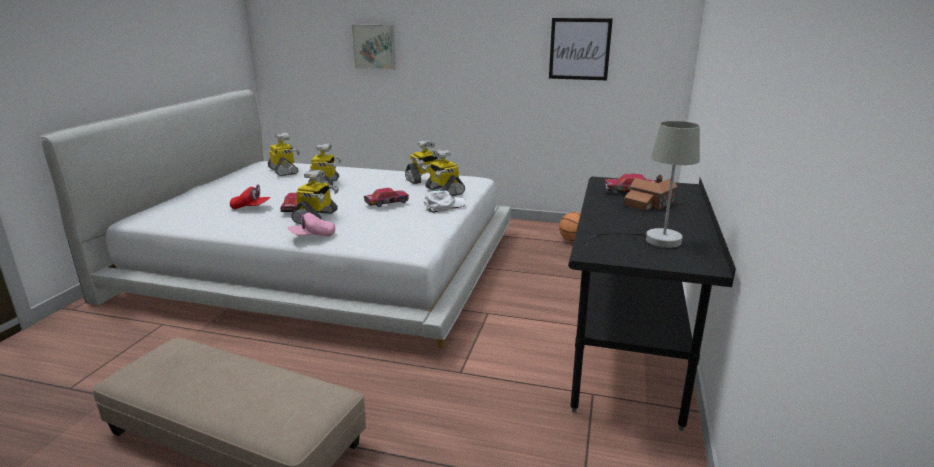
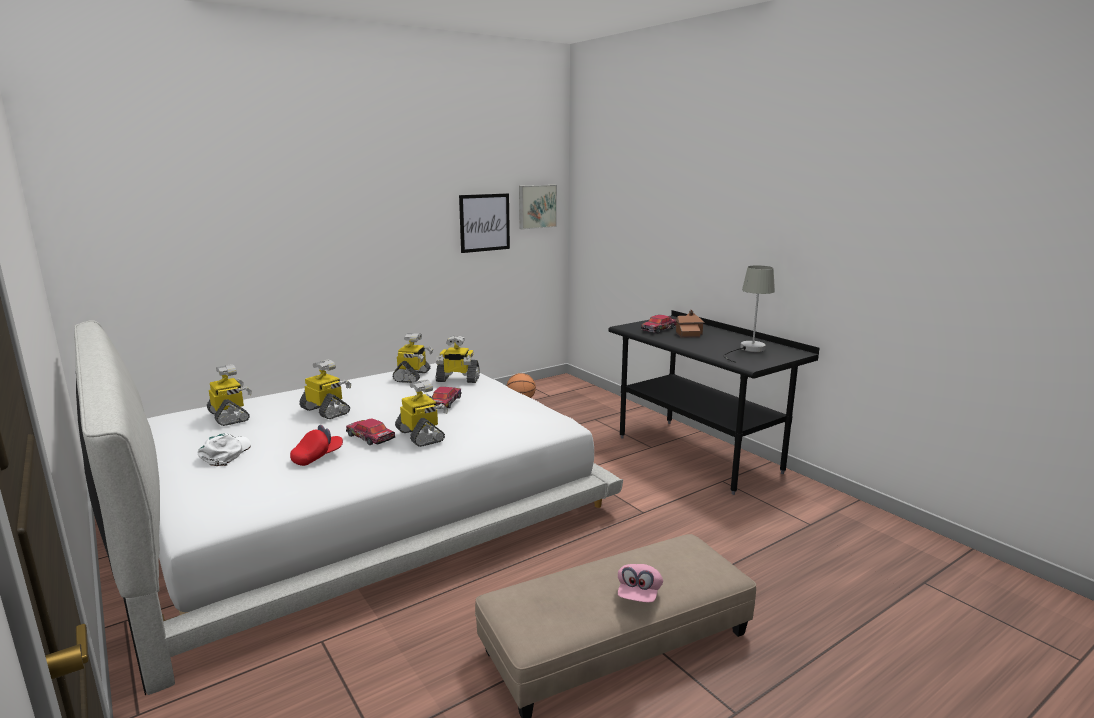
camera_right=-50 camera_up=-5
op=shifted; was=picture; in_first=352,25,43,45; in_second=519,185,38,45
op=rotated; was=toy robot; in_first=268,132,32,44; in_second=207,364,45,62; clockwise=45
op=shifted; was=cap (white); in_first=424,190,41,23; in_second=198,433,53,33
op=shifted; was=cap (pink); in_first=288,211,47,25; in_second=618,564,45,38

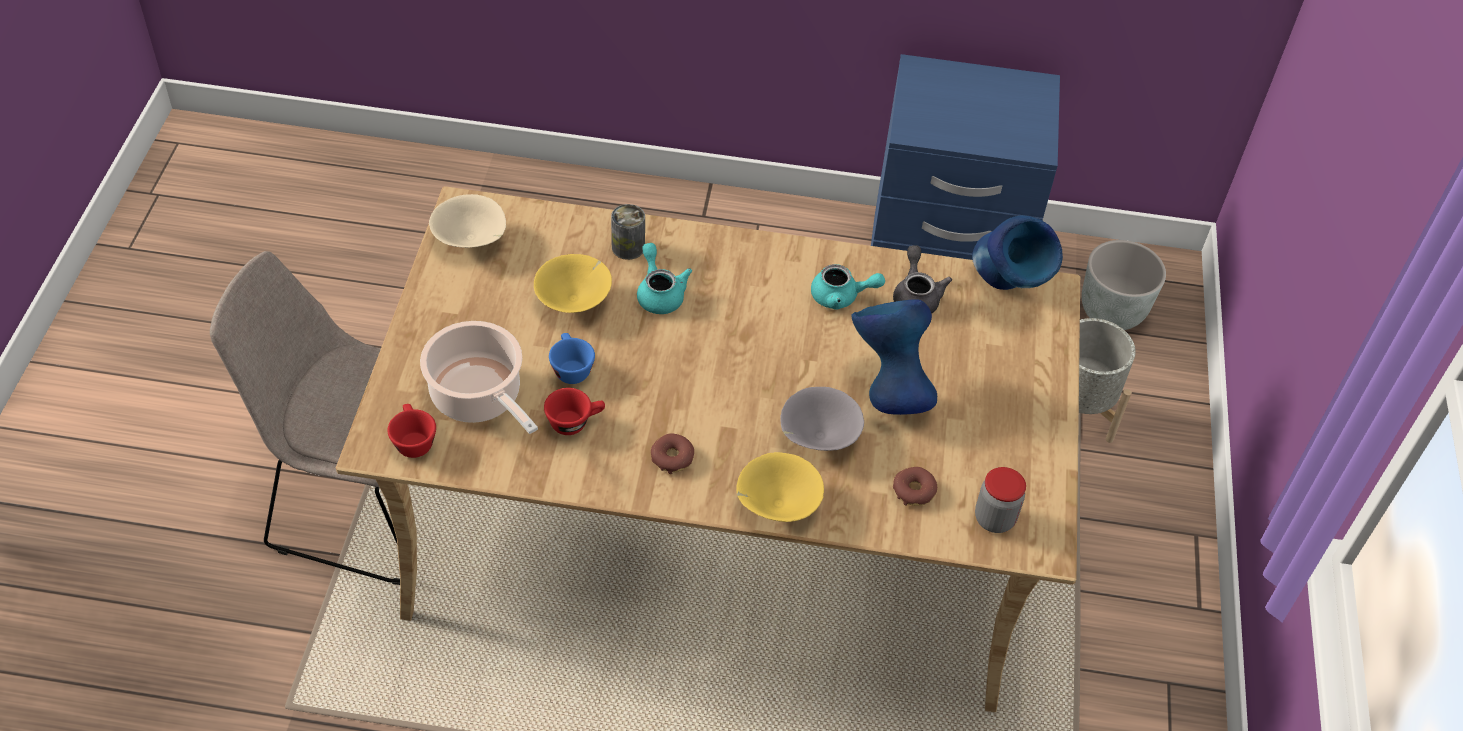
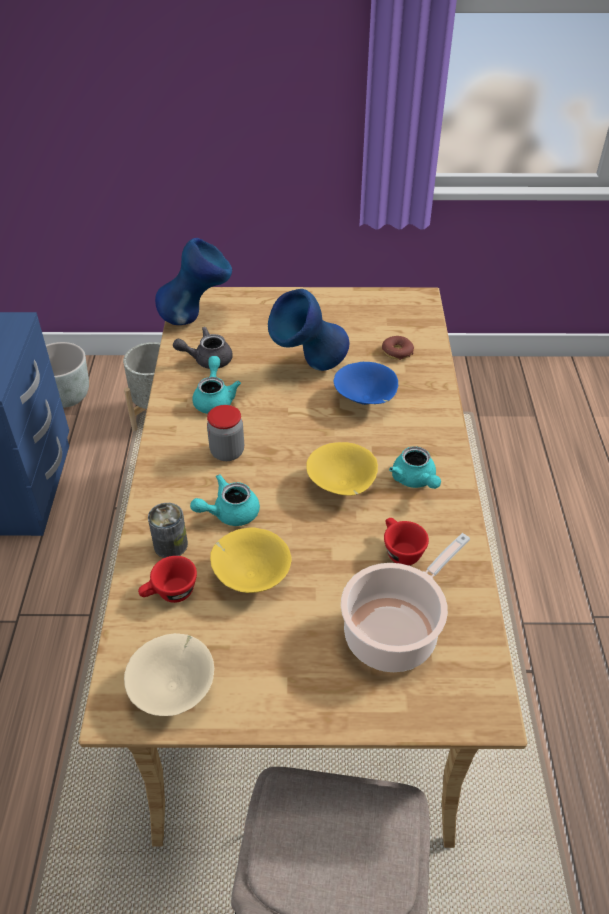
camera_right=-95 camera_up=-5
op=gone; was=cup (blue); in_first=549,333,46,51
op=repainted; was=bowl (grey); now=bowl (blue); in_first=780,387,84,64; in_second=334,362,64,43
op=shifted; was=cup (red); in_first=387,404,49,54; in_second=138,556,59,47
op=swapped; was=donut; now=teapot (turquoise); in_first=651,433,43,41; in_second=389,446,52,43
op=shifted; was=bowl (yellow); in_first=736,452,88,70; in_second=306,442,72,53
op=shifted; was=jar; in_first=975,467,51,66; in_second=207,405,37,56

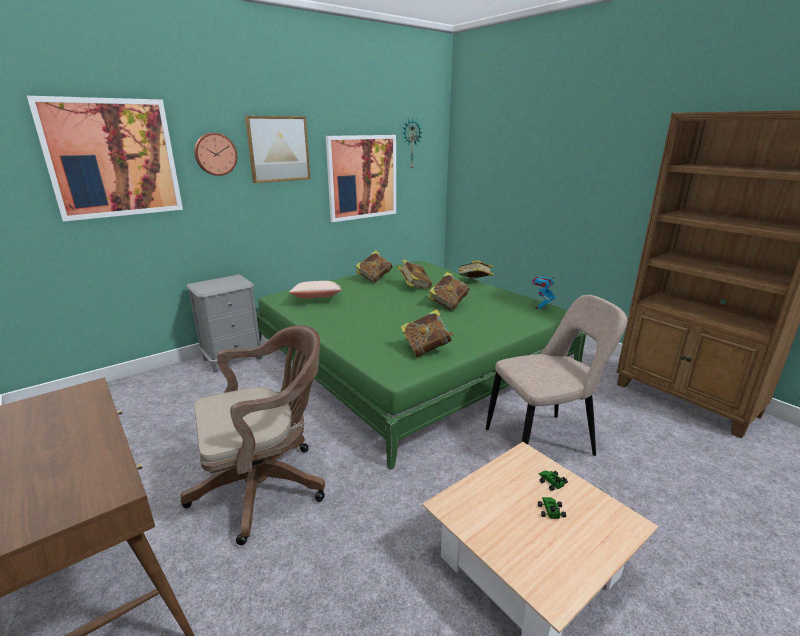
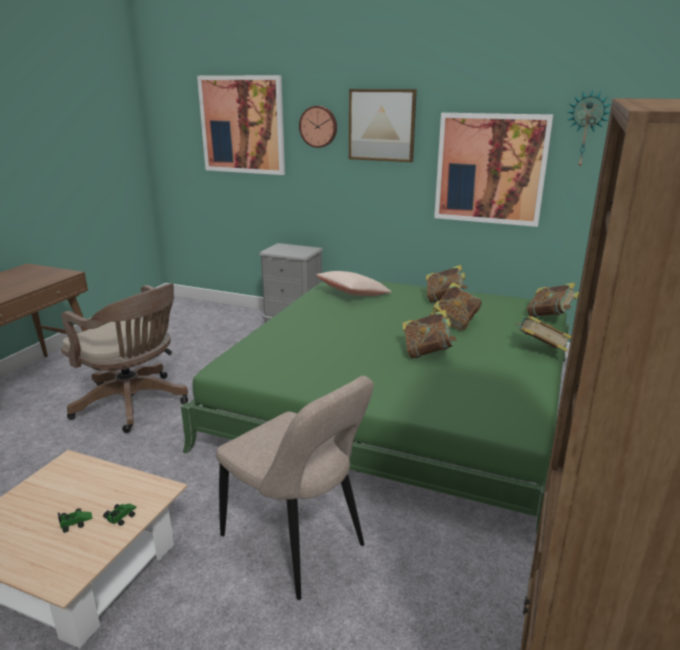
camera_right=60 camera_up=0
op=gone; was=toy robot; in_first=532,275,24,35
op=shifted; was=book; in_first=400,309,54,48; in_second=527,283,52,34

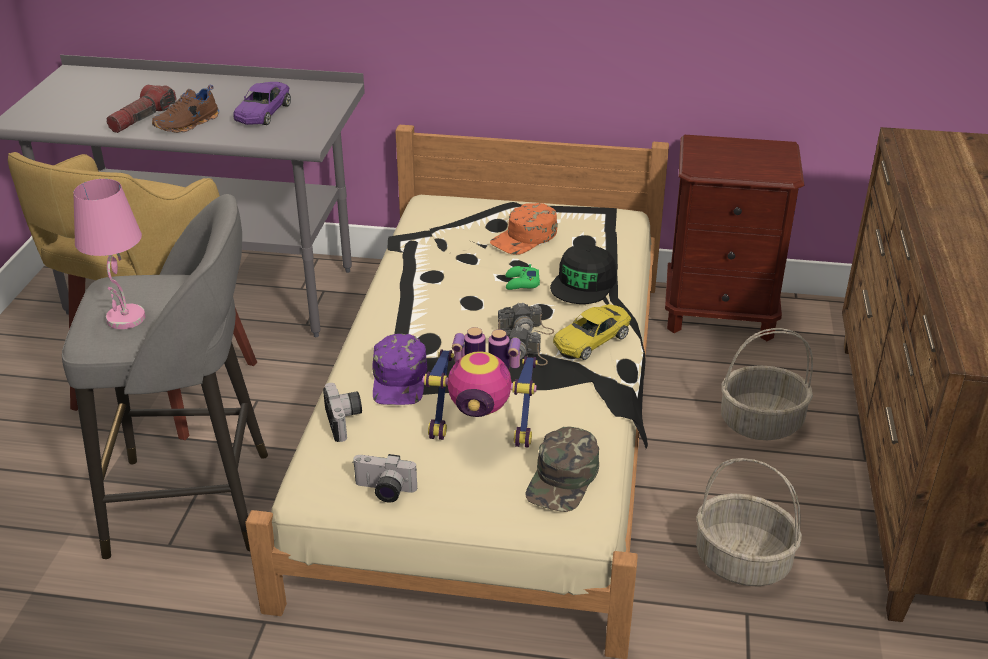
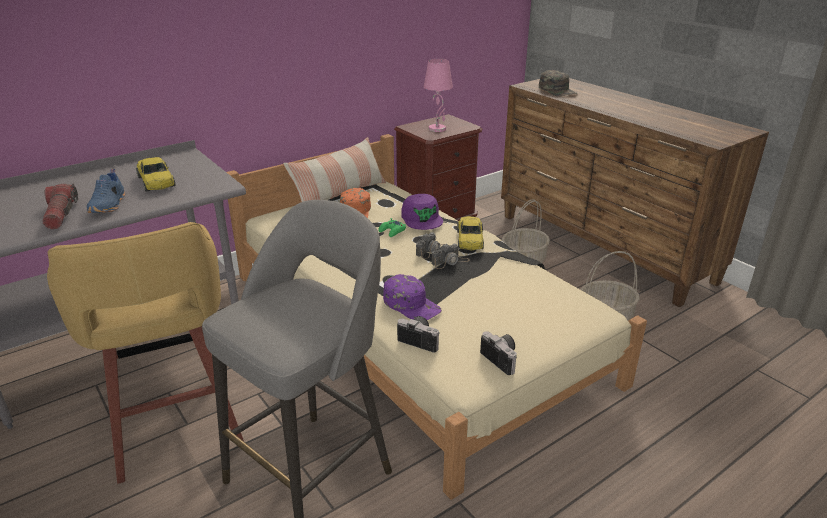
camera_right=-45 camera_up=-5
op=repainted; was=toy car (purple); now=toy car (yellow); in_first=233,82,58,43; in_second=136,157,40,34
op=repainted; was=shoe (brown); now=shoe (blue); in_first=152,85,67,48; in_second=87,169,38,44
op=shifted; was=table lamp (pink); in_first=73,179,72,150; in_second=424,59,29,73
op=repainted; was=cap (black); now=cap (purple); in_first=550,244,67,60; in_second=401,194,42,36
op=gone; was=toy robot; in_first=423,327,115,121
op=shifted; was=cap (green); in_first=525,426,74,86; in_second=539,70,39,26
op=rotated; was=photo camera; in_first=352,454,65,49; in_second=480,331,37,44; clockwise=-90
op=new; now=pillow; in_second=283,137,103,65

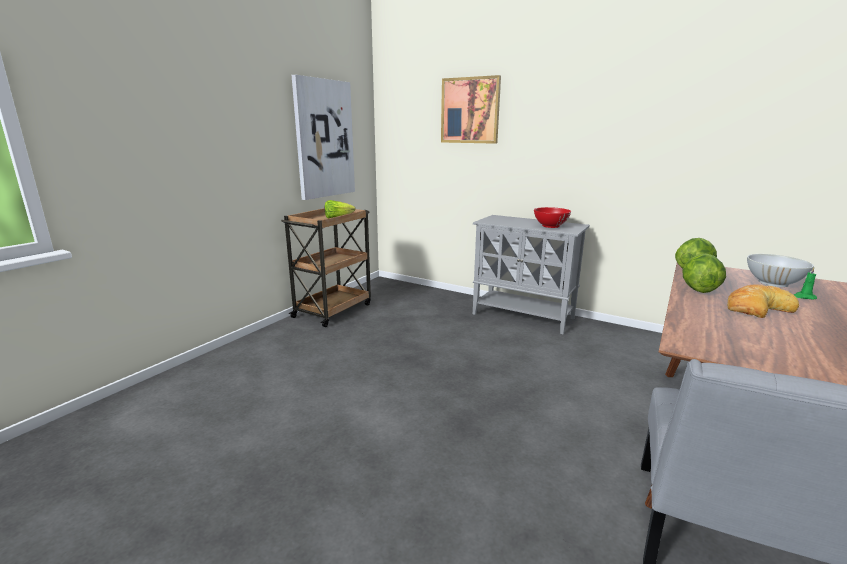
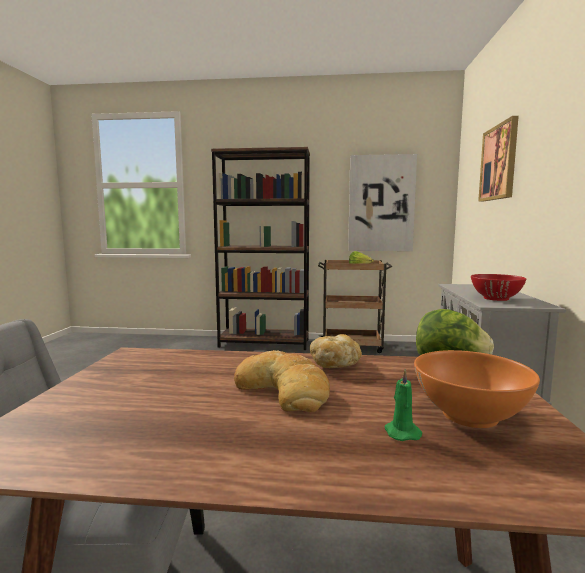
camera_right=65 camera_up=-10
op=swapped; was=lettuce; now=bread; in_first=682,253,44,40; in_second=310,334,52,34
op=repainted; was=bowl (white); now=bowl (orange); in_first=747,254,67,33; in_second=414,350,126,78
op=new; now=bookcase (brown); in_second=211,147,99,203

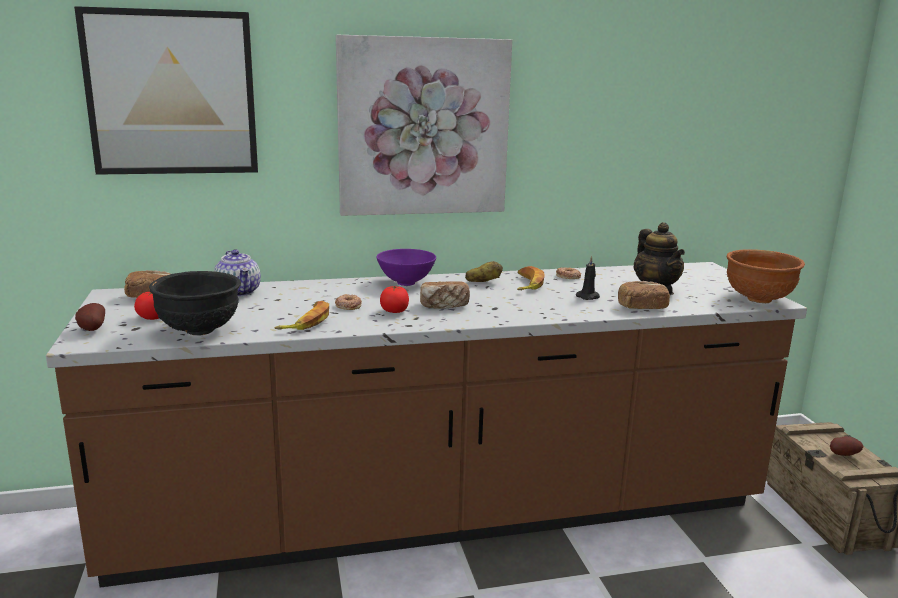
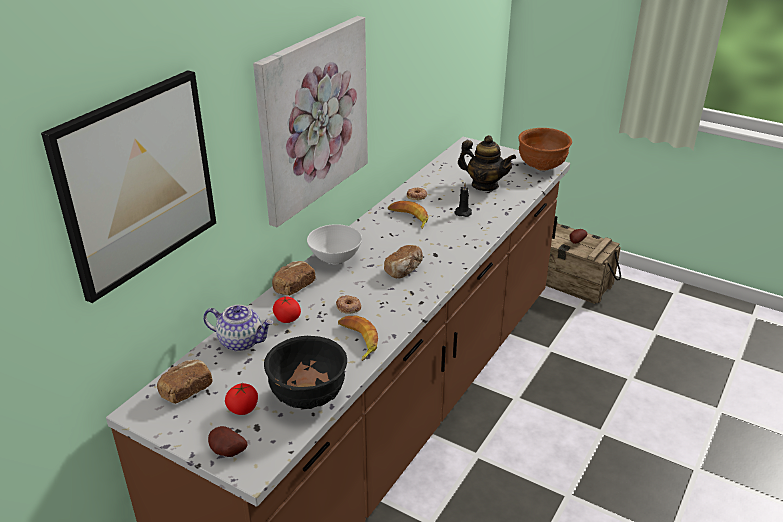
camera_right=-45 camera_up=15
op=repainted; was=bowl (purple); now=bowl (white); in_first=376,249,60,37; in_second=307,224,55,41
op=gone; was=potato; in_first=465,261,38,21
op=shifted; was=bread; in_first=618,281,52,28; in_second=272,261,44,35
op=shifted; was=tomato; in_first=380,286,29,27; in_second=273,297,28,26

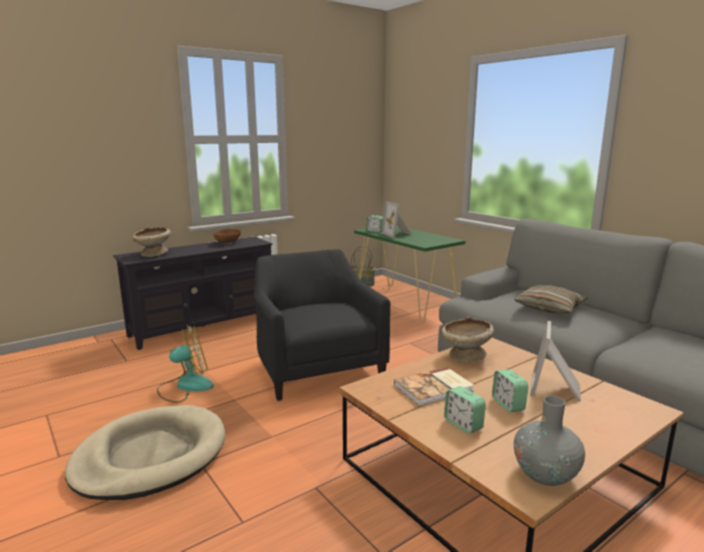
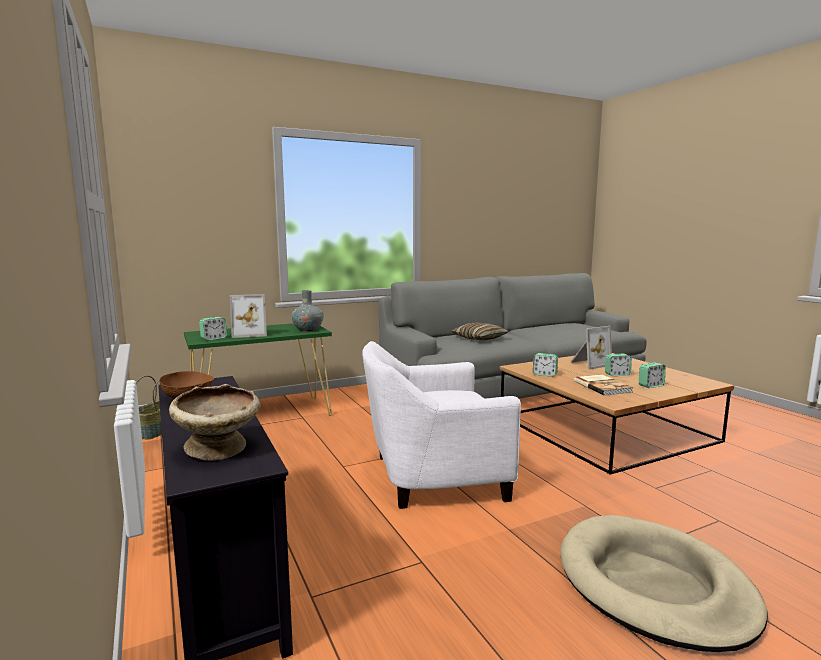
camera_right=-80 camera_up=-5
op=repainted; was=armchair (black); now=armchair (white); in_first=254,249,137,152; in_second=362,341,159,168
op=swapped; was=bowl (beige); now=alarm clock; in_first=441,316,53,47; in_second=533,353,25,24
op=rotated; was=picture frame; in_first=530,321,51,81; in_second=570,326,42,44; clockwise=-60
op=gone; was=fan; in_first=157,325,57,78
op=shifted; was=vase (grey); in_first=514,396,71,90; in_second=292,290,32,41

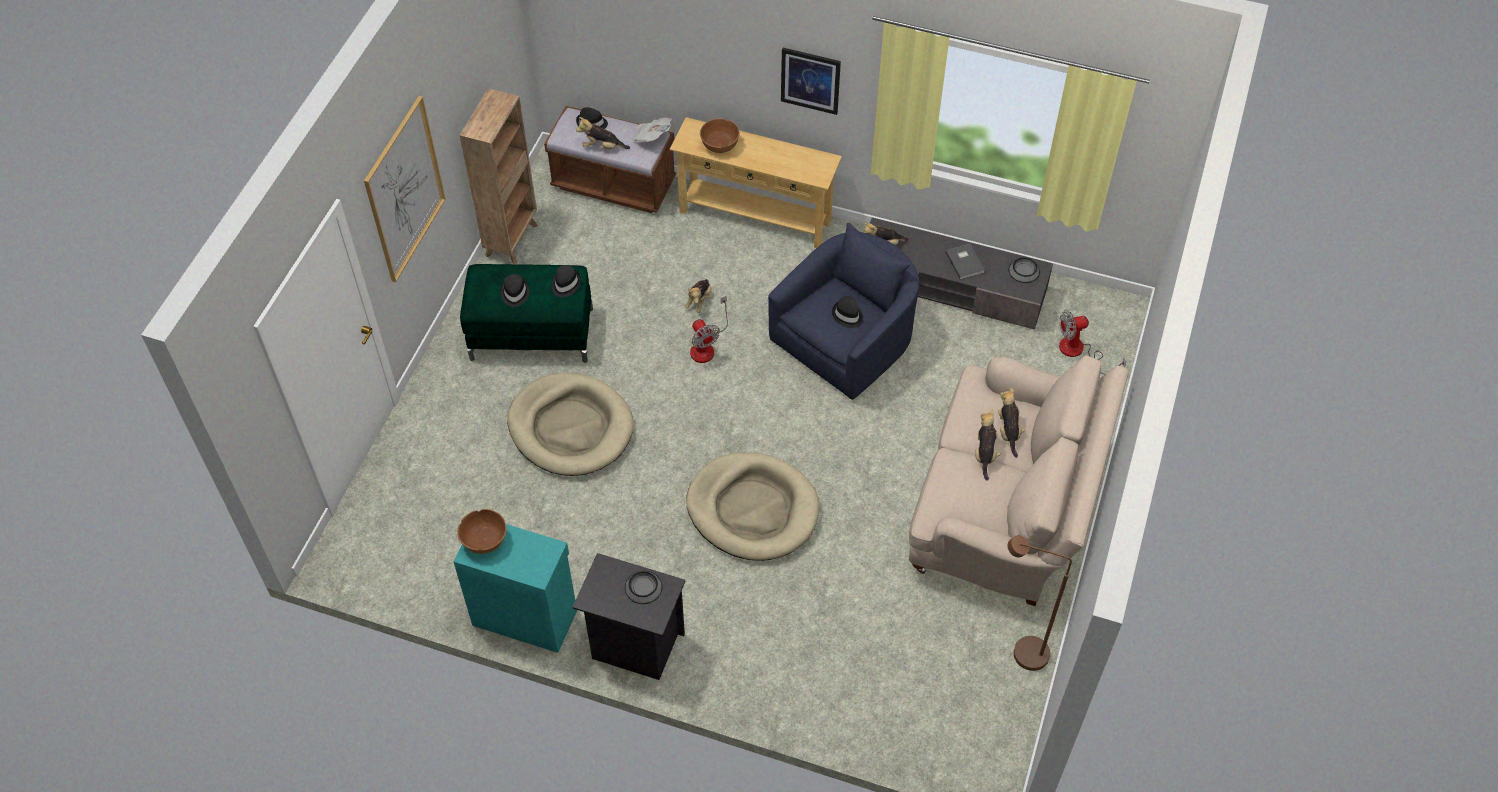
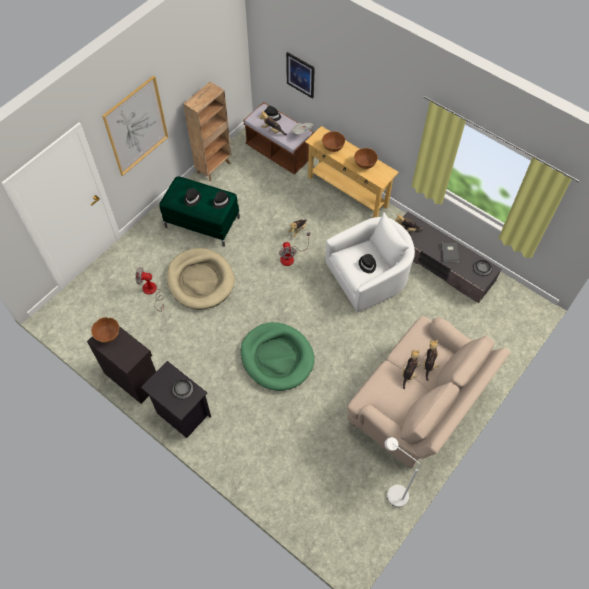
camera_right=20 camera_up=5
op=shifted; was=picture; in_first=781,48,60,67; in_second=286,52,29,47
op=repainted; was=armchair (blue); now=armchair (white); in_first=768,223,152,177; in_second=326,212,89,100
op=shifted; was=fan; in_first=1059,310,67,65; in_second=135,267,29,45
op=repainted; was=dog bed (beige); now=dog bed (green); in_first=686,452,133,109; in_second=241,322,73,69
op=repainted; was=cabinet (turquoise); now=cabinet (black); in_first=453,524,124,129; in_second=87,326,69,78
op=repainted; was=floor lamp (brown); now=floor lamp (white); in_first=1007,535,65,136; in_second=385,437,35,70
op=new; now=bowl (brown); in_second=354,148,24,21

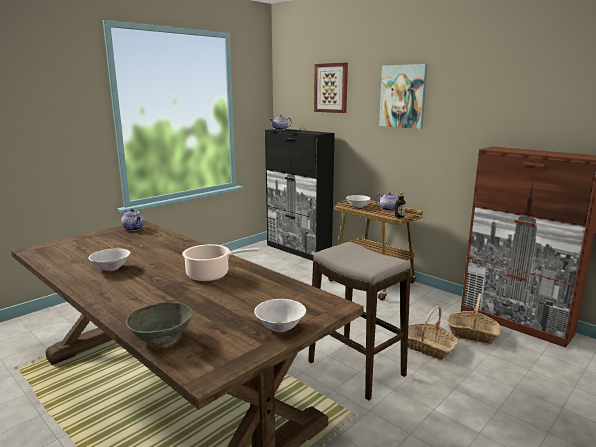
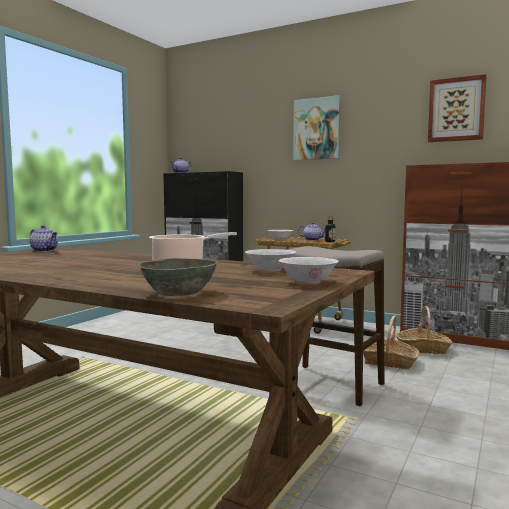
camera_right=-15 camera_up=-10
op=shifted; was=picture; in_first=314,63,34,50; in_second=428,74,59,68
op=shifted; was=bowl (white); in_first=88,248,42,23; in_second=245,249,51,23

